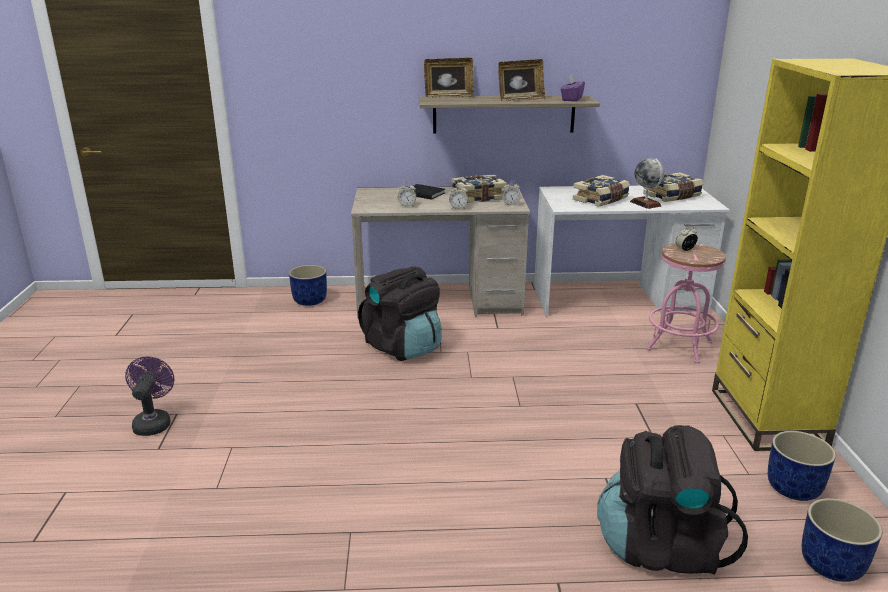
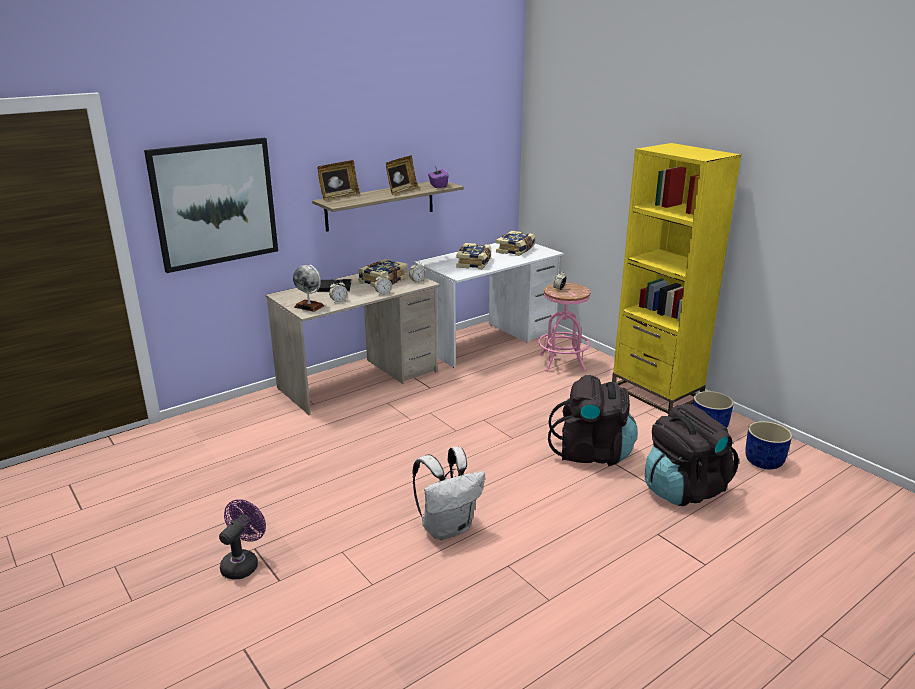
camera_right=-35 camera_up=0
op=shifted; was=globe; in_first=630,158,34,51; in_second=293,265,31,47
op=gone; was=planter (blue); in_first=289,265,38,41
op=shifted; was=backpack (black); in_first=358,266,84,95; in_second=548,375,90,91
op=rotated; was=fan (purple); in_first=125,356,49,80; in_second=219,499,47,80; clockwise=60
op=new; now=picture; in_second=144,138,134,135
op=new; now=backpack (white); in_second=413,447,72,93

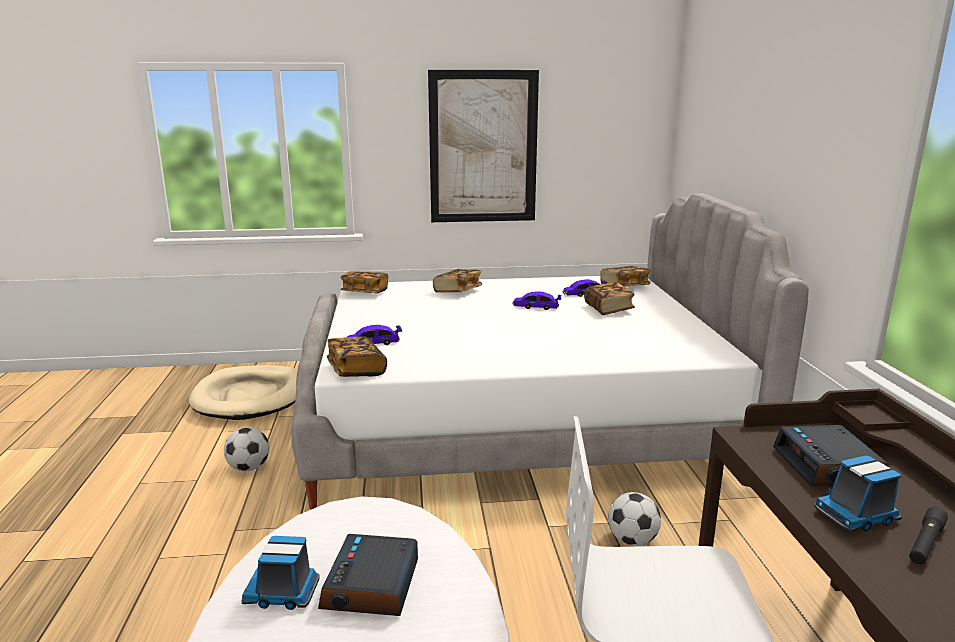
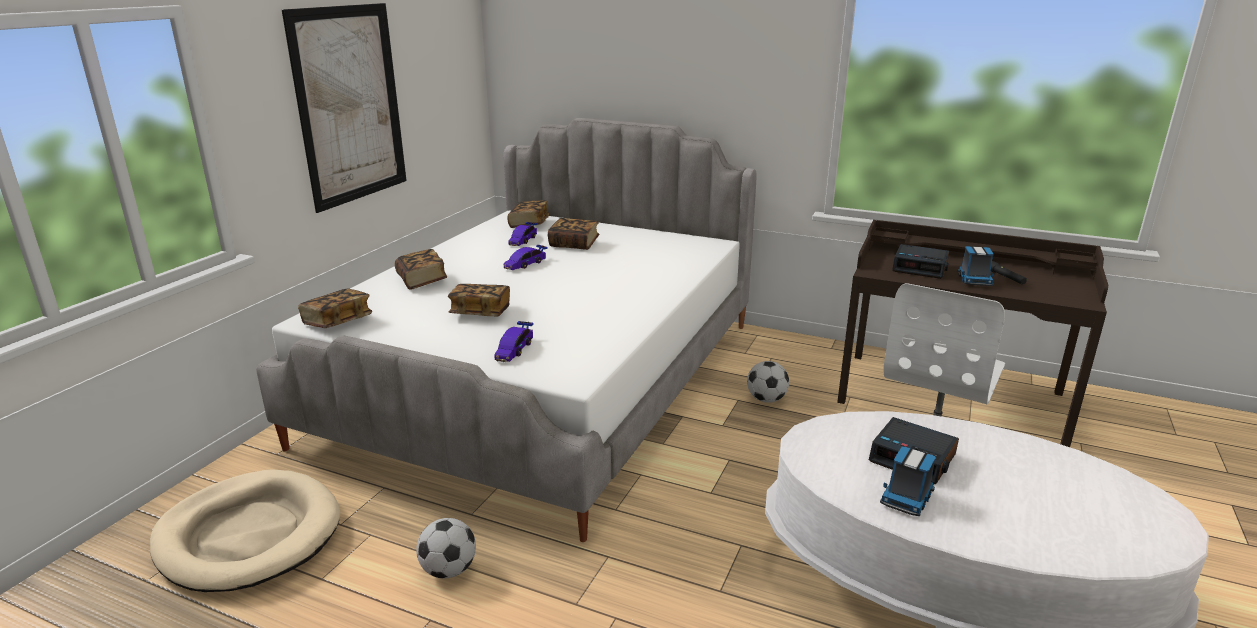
camera_right=-60 camera_up=5
op=shifted; was=book; in_first=327,336,60,41; in_second=448,284,62,32

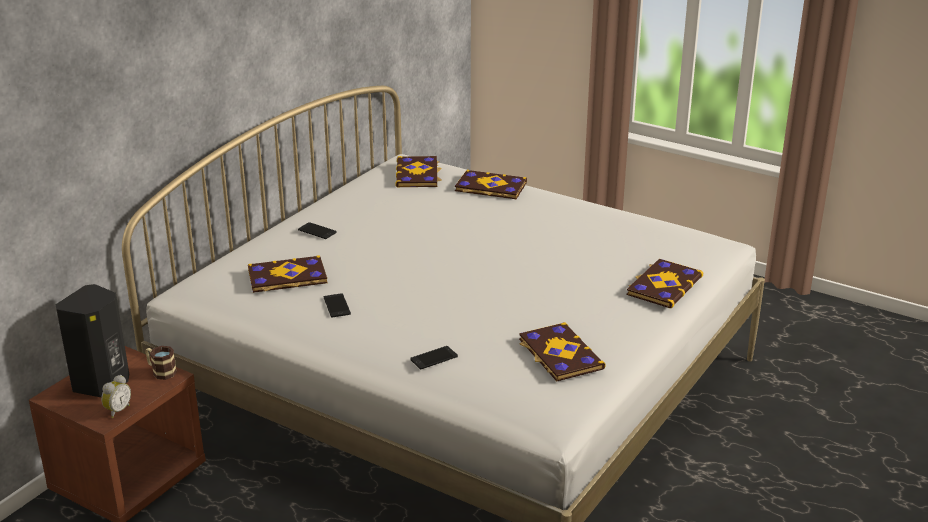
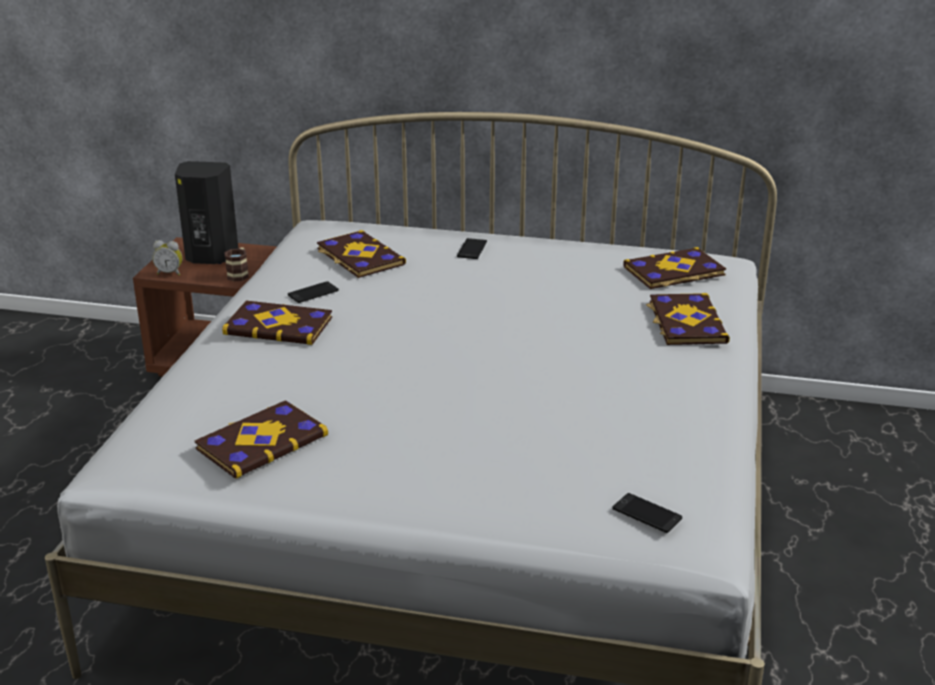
camera_right=70 camera_up=0
op=shifted; was=book; in_first=627,259,76,49; in_second=222,301,110,44
op=shifted; was=phone; in_first=410,346,48,23; in_second=612,493,70,40

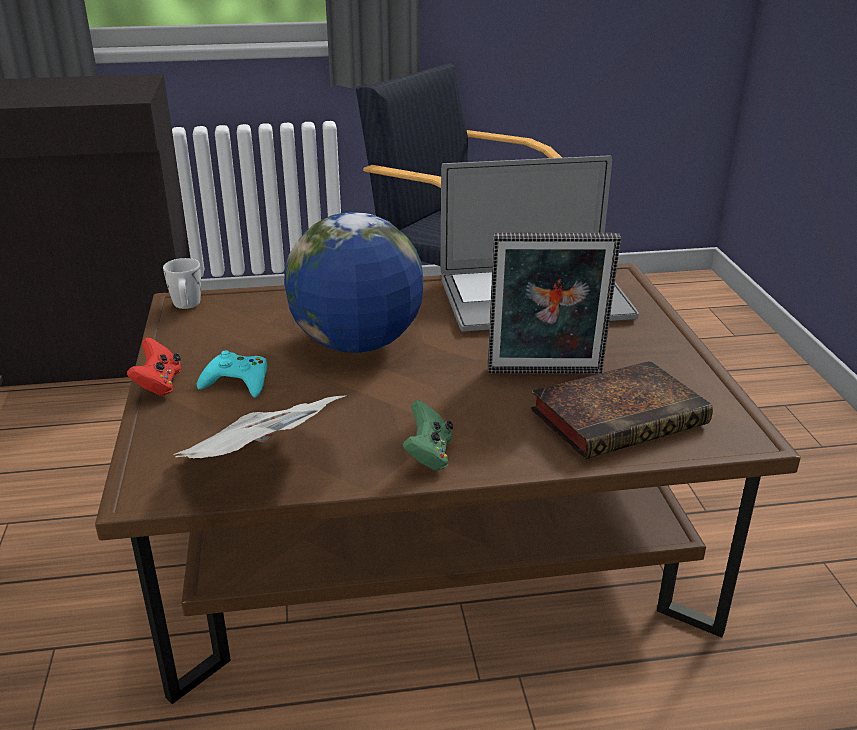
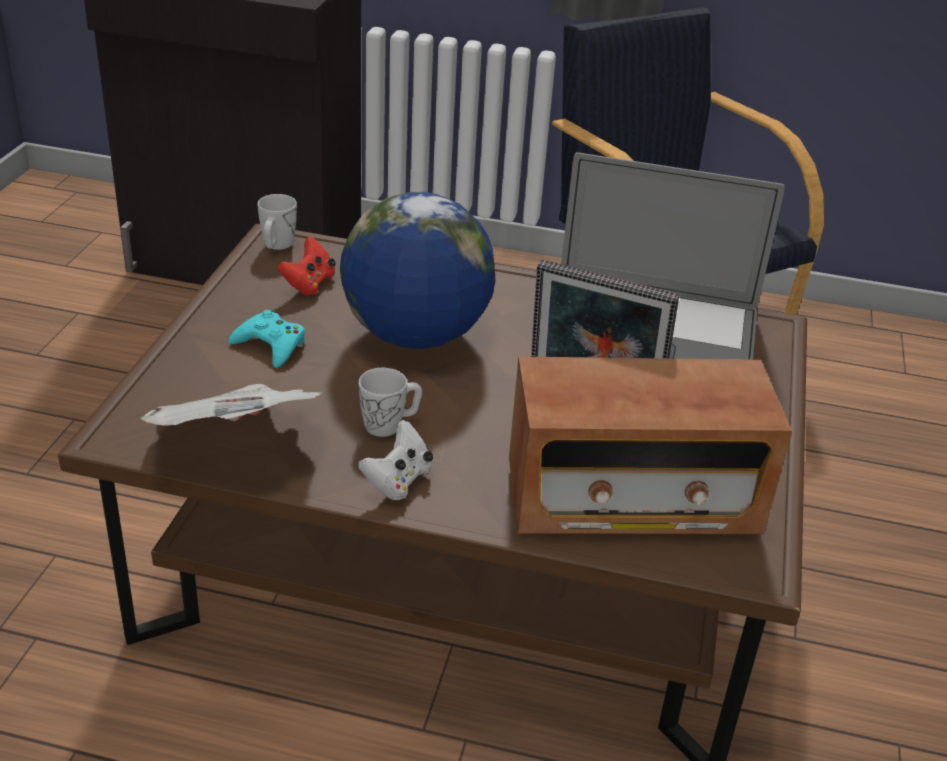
camera_right=20 camera_up=5
op=shifted; was=game controller (red); in_first=127,337,54,59; in_second=277,236,59,60
op=swapped; was=book; now=radio; in_first=530,361,183,98; in_second=509,356,283,178
op=repainted; was=game controller (green); now=game controller (white); in_first=402,400,51,70; in_second=358,420,75,80
op=new; now=mug (white); in_second=359,368,63,69

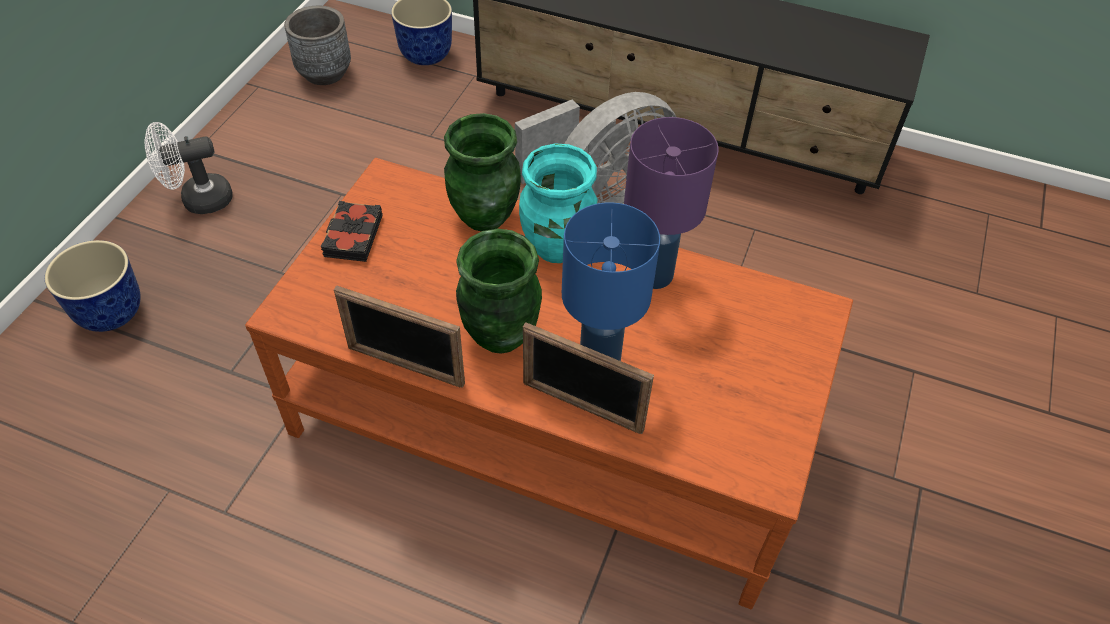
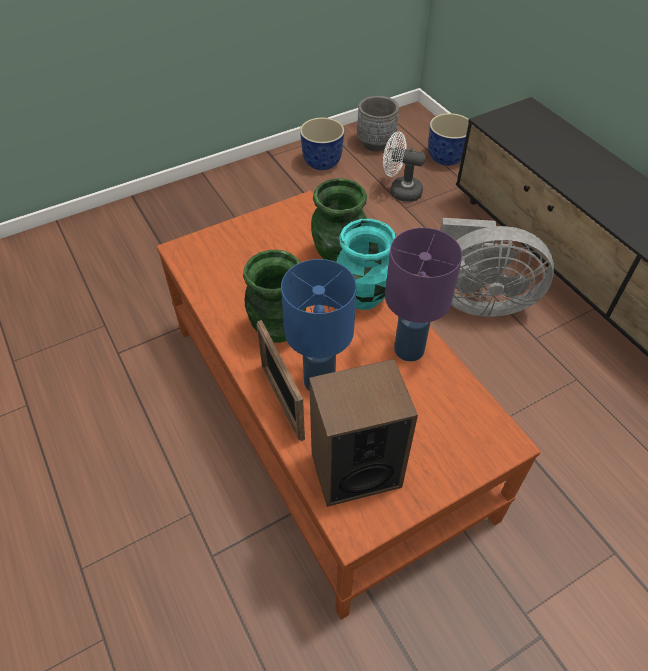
camera_right=40 camera_up=0
op=shifted; was=fan (white); in_first=144,122,89,92; in_second=383,132,43,70
op=gone; was=book (black); in_first=321,201,62,61
op=shifted; was=planter; in_first=45,240,95,92; in_second=300,117,44,53
op=gone; was=picture frame; in_first=334,285,131,103
op=new; now=speaker; in_second=309,359,109,148

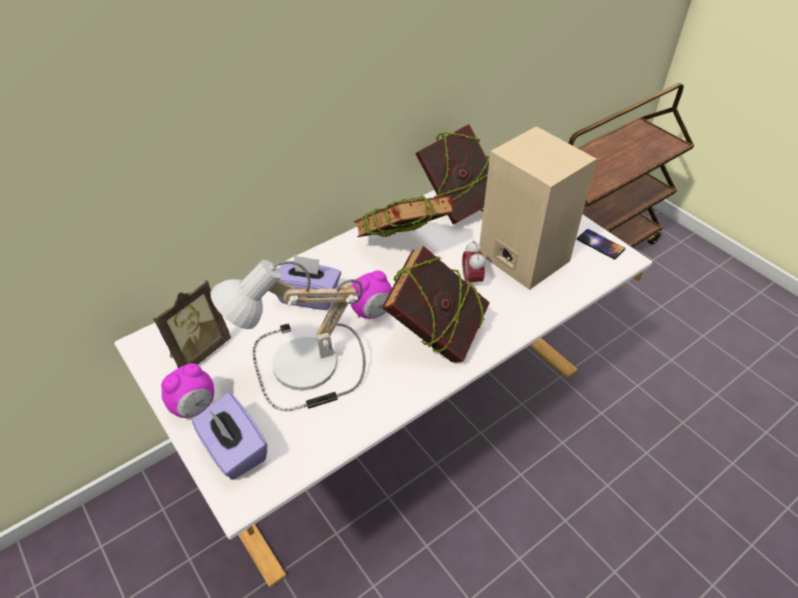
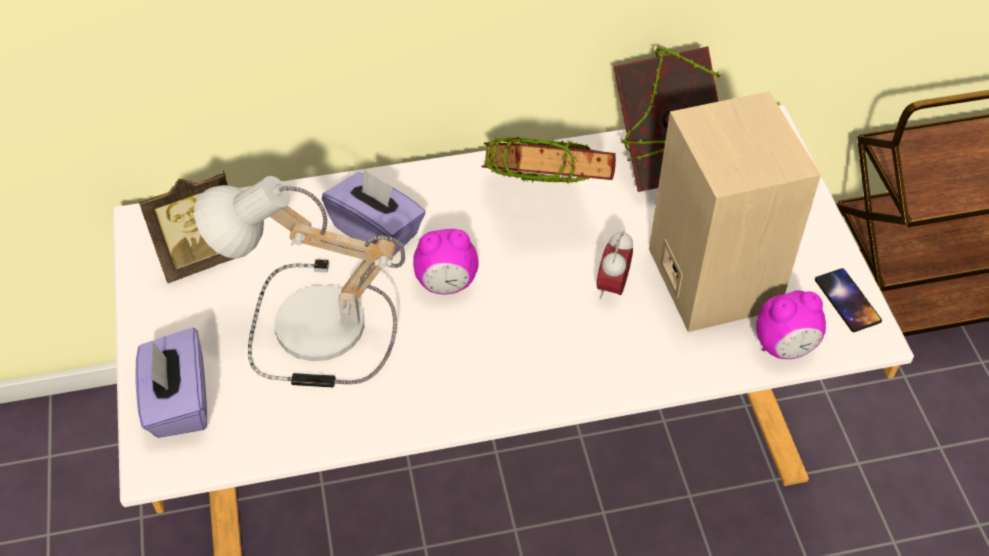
camera_right=25 camera_up=5
op=gone; was=book; in_first=382,246,108,117
op=shifted; was=alarm clock; in_first=161,363,53,55; in_second=756,290,70,69

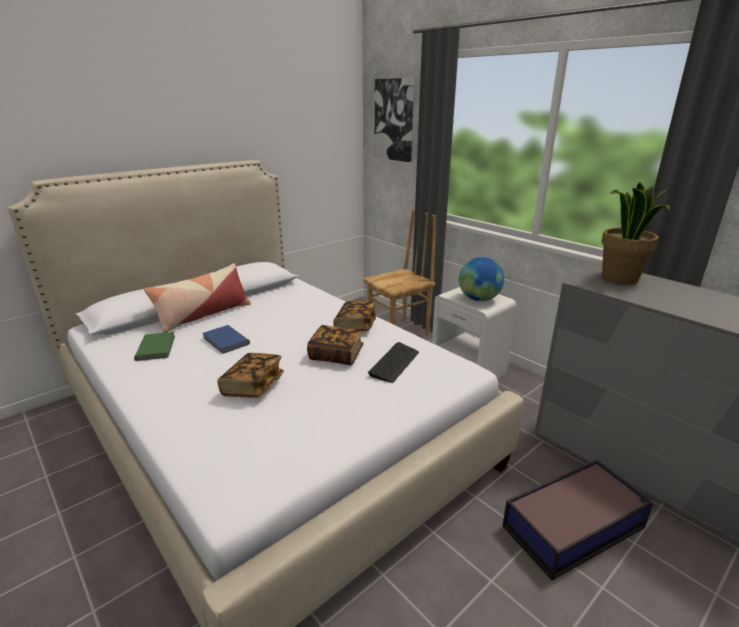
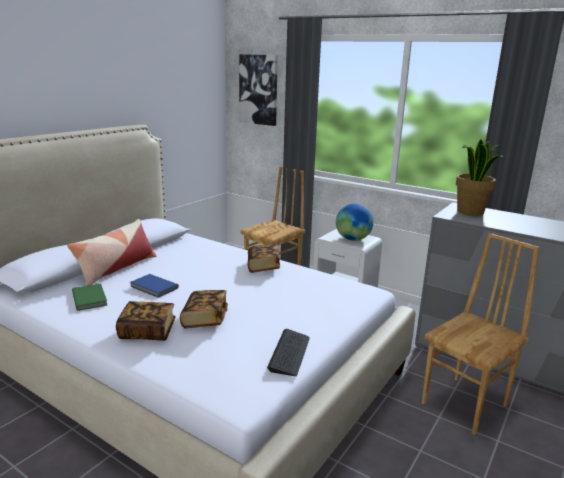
camera_right=-15 camera_up=-5
op=shifted; was=book; in_first=307,325,57,41; in_second=116,301,60,40
op=shifted; was=keyboard; in_first=368,342,51,41; in_second=267,329,43,47
op=swapped; was=storage box; now=chair (brown); in_first=502,460,151,120; in_second=422,233,117,202

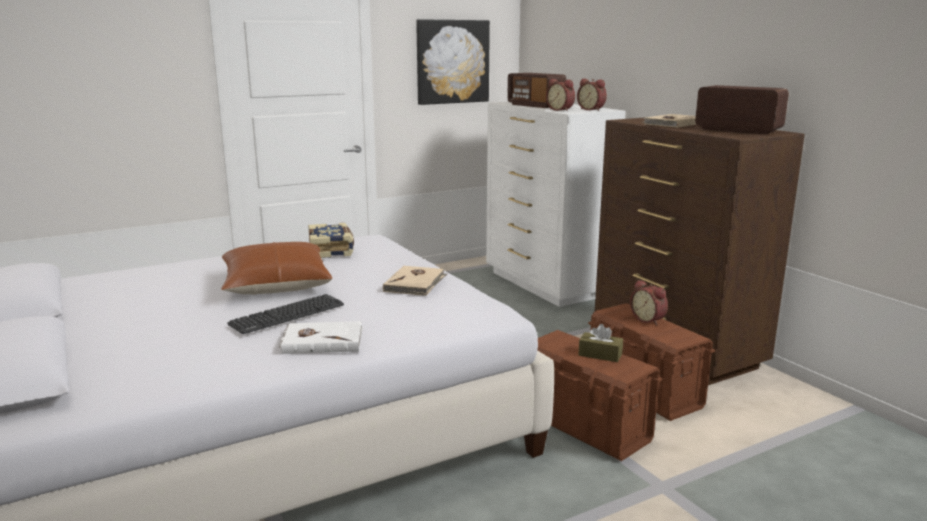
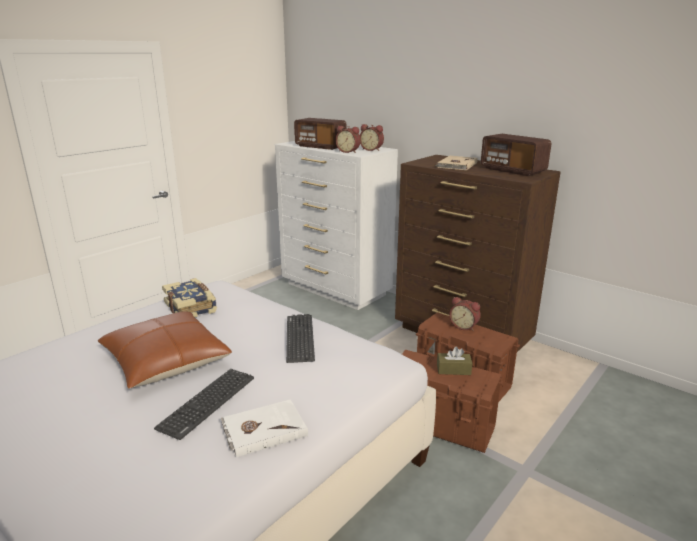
camera_right=-20 camera_up=5
op=gone; was=picture; in_first=416,19,74,86
op=rotated; was=radio; in_first=695,85,94,49; in_second=481,134,70,42; clockwise=-150
op=swapped; was=book (beige); now=keyboard; in_first=383,266,64,30; in_second=286,314,29,49

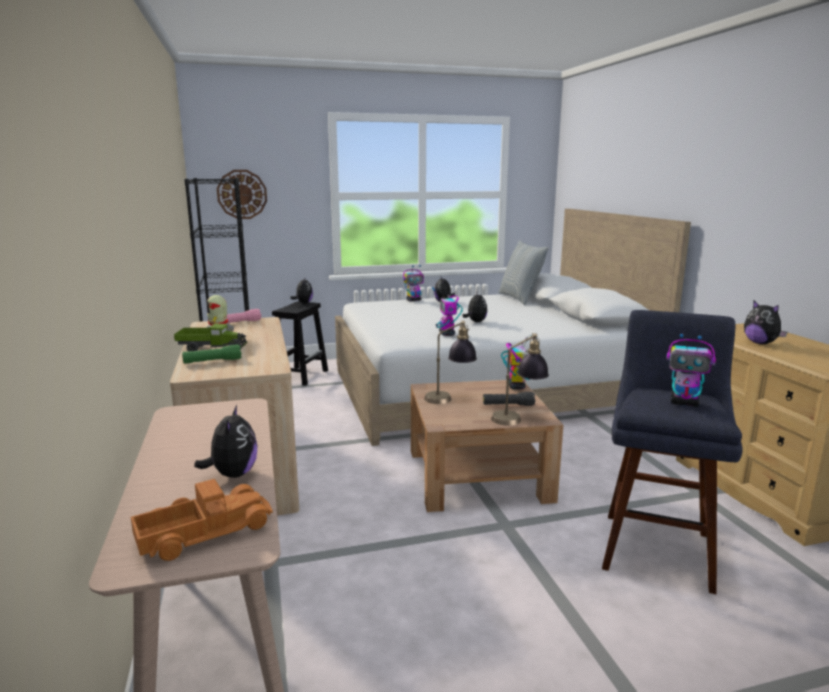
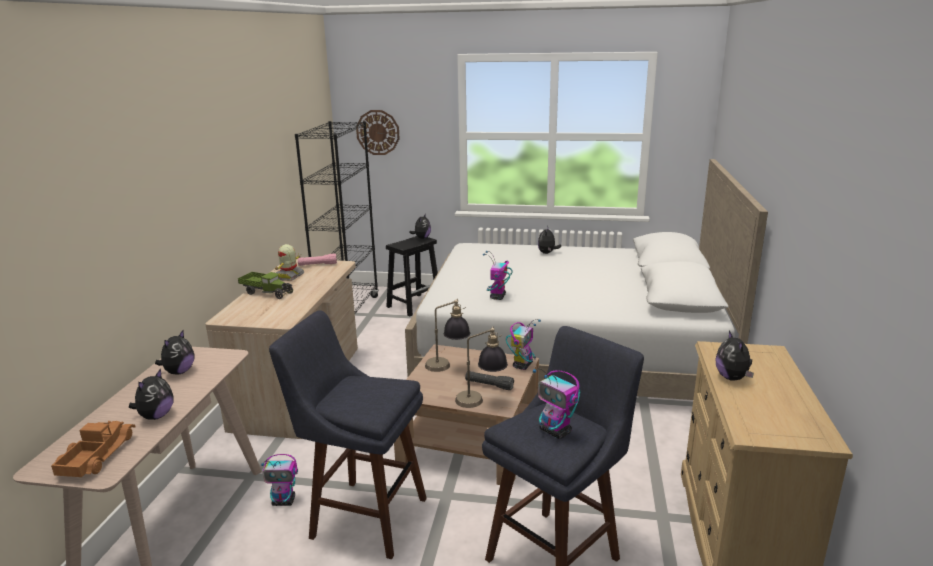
camera_right=25 camera_up=5
op=gone; was=pillow; in_first=499,240,50,65
op=shifted; was=toy robot; in_first=403,265,21,36; in_second=261,454,37,52
op=shifted; was=plush toy; in_first=463,293,24,29; in_second=155,330,39,45
op=gone; was=flashlight (green); in_first=182,344,59,19
op=rotated; was=toy truck; in_first=131,479,142,82; in_second=51,421,84,56; clockwise=-75
op=new; now=stool (blue); in_second=269,310,158,249

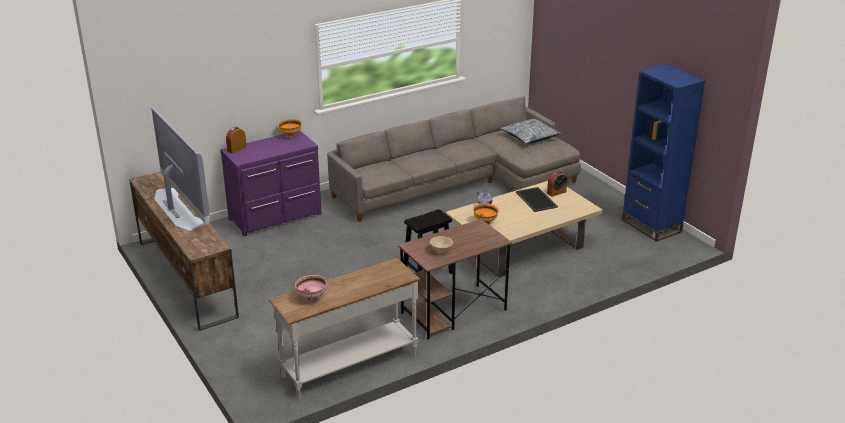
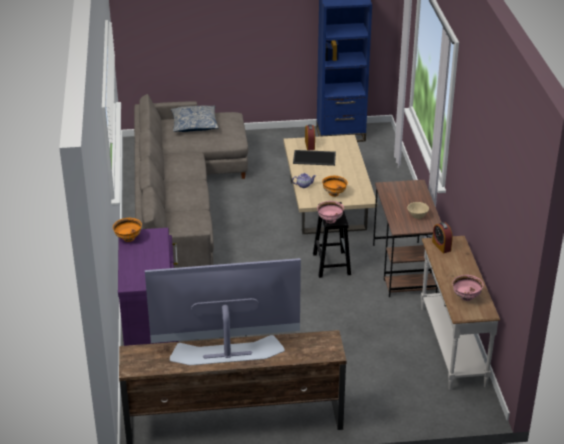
camera_right=-65 camera_up=5
op=shifted; was=alarm clock; in_first=226,127,21,26; in_second=432,222,21,31
op=new; now=bowl (pink); in_second=317,201,27,22

